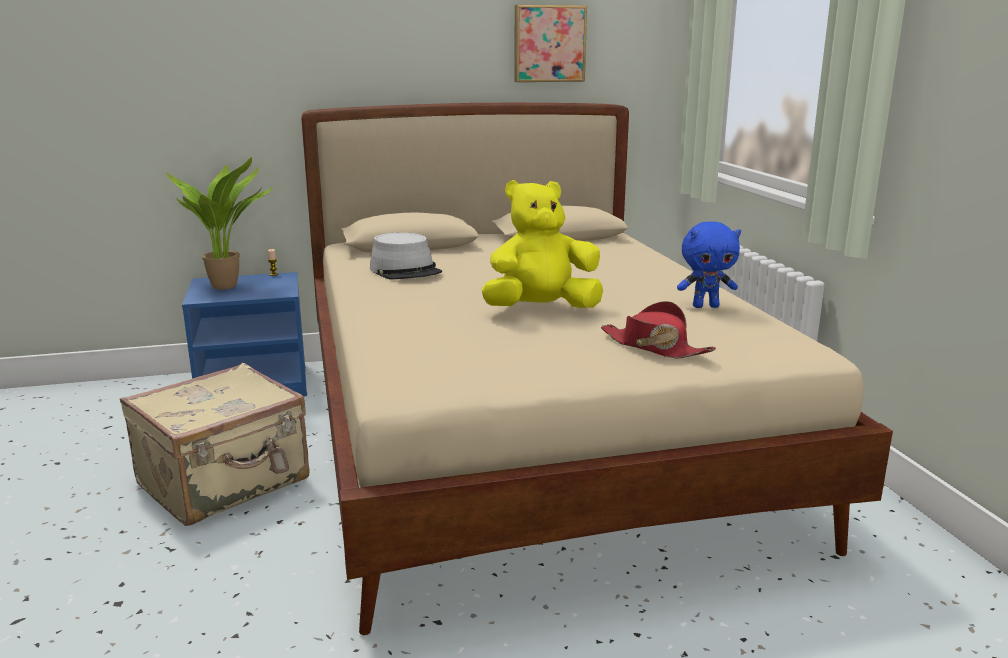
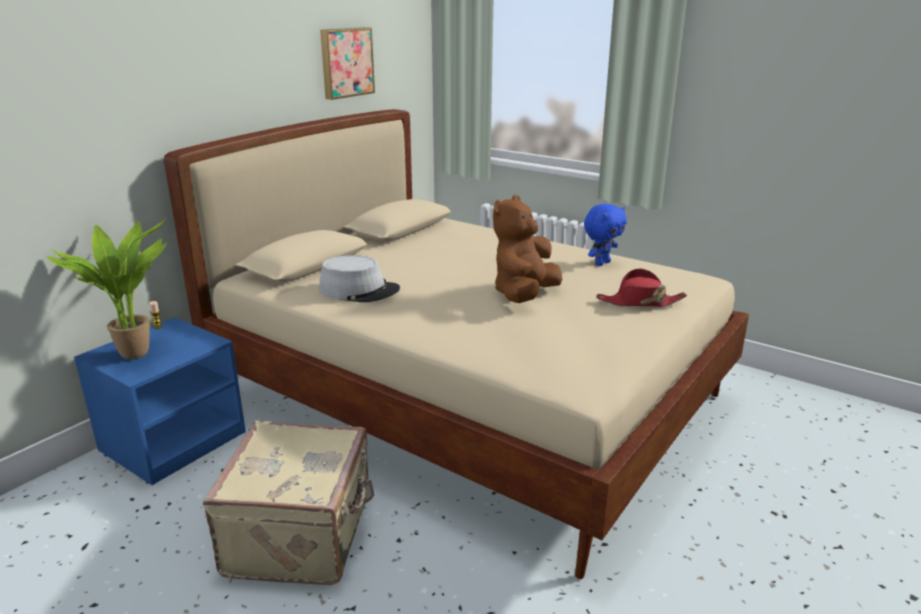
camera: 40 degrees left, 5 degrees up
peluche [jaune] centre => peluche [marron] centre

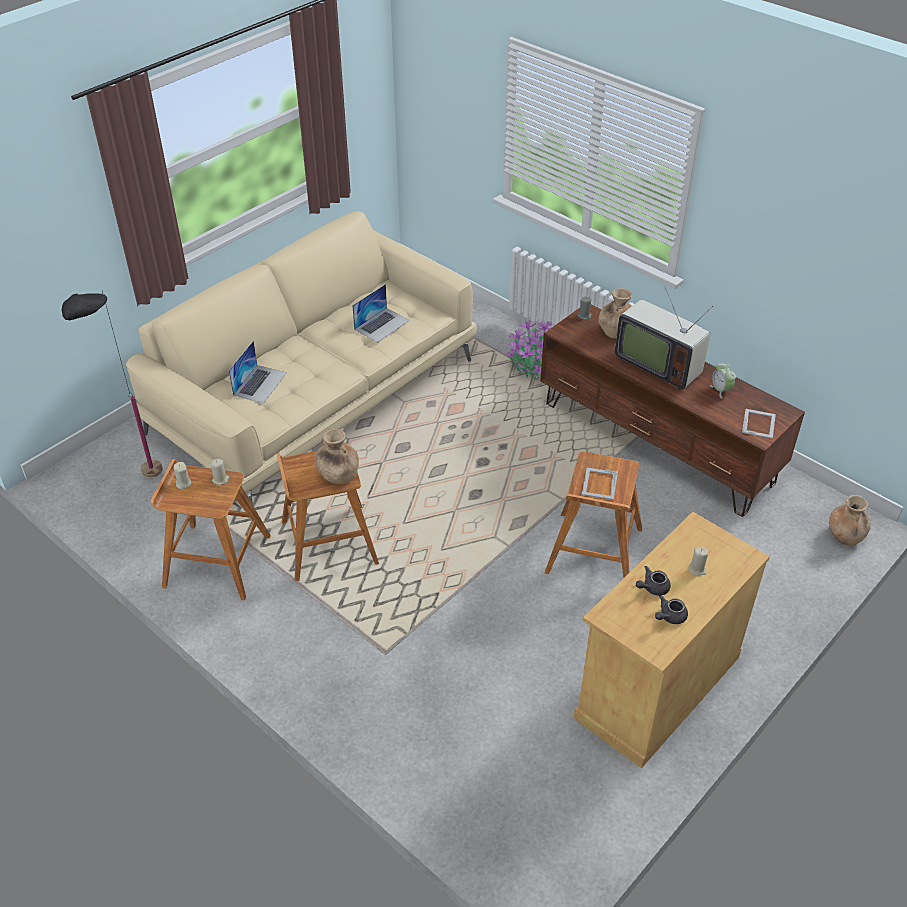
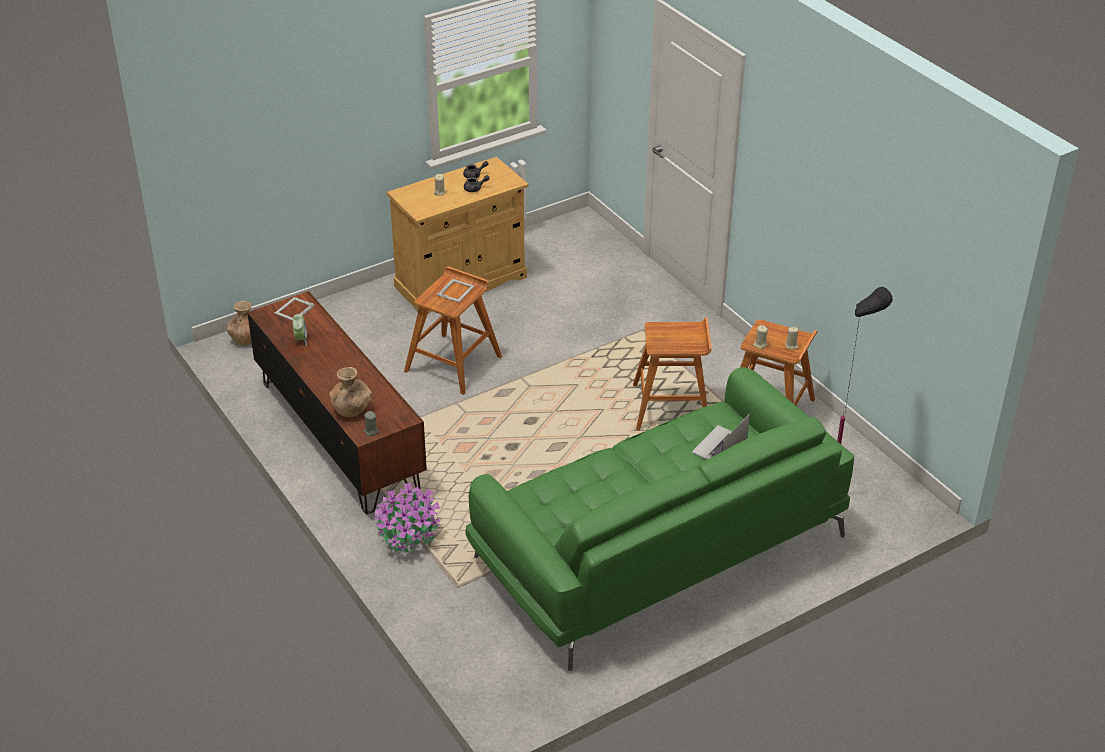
camera: 165 degrees left, 5 degrees down
canapé [beige] middle left => canapé [vert] bottom centre
vase [marron] (1st from left) centre => nothing
ordinateur portable (2nd from left) centre => nothing
téléviseur middle right => nothing

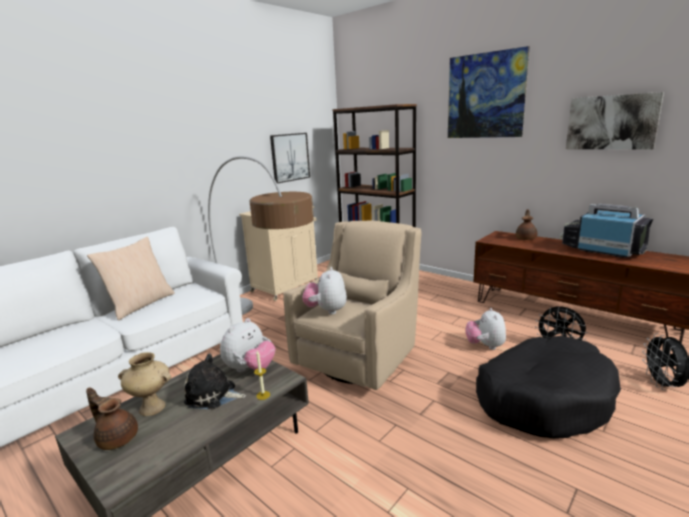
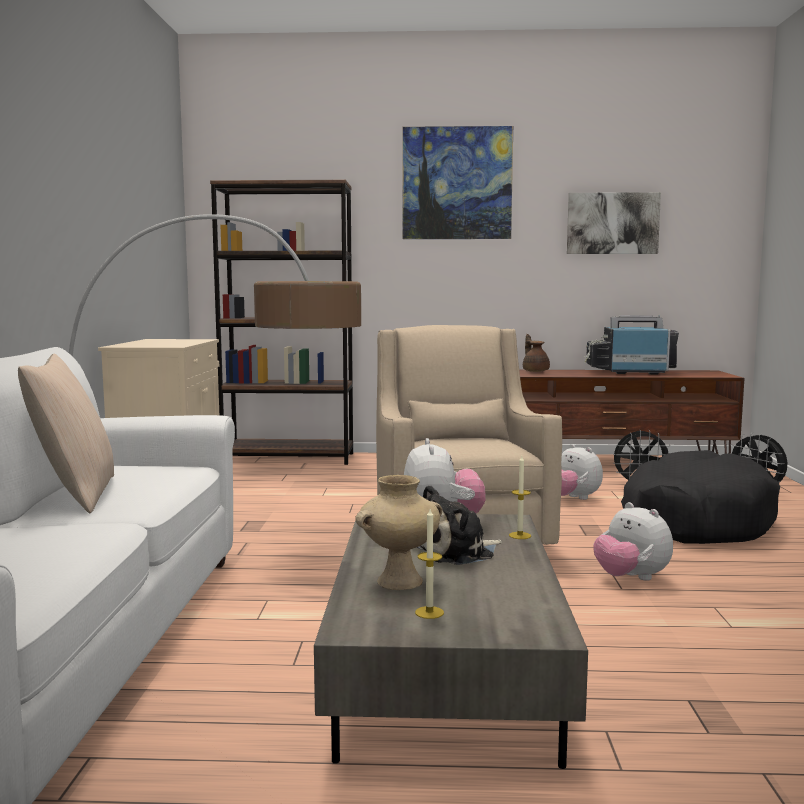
camera: 40 degrees left, 10 degrees down
théière [marron] (1st from left) bottom left => bougie (1st from left) bottom centre
tableau (1st from left) top centre => nothing
peluche (3rd from left in the first image) centre => peluche (4th from left) bottom right, moved

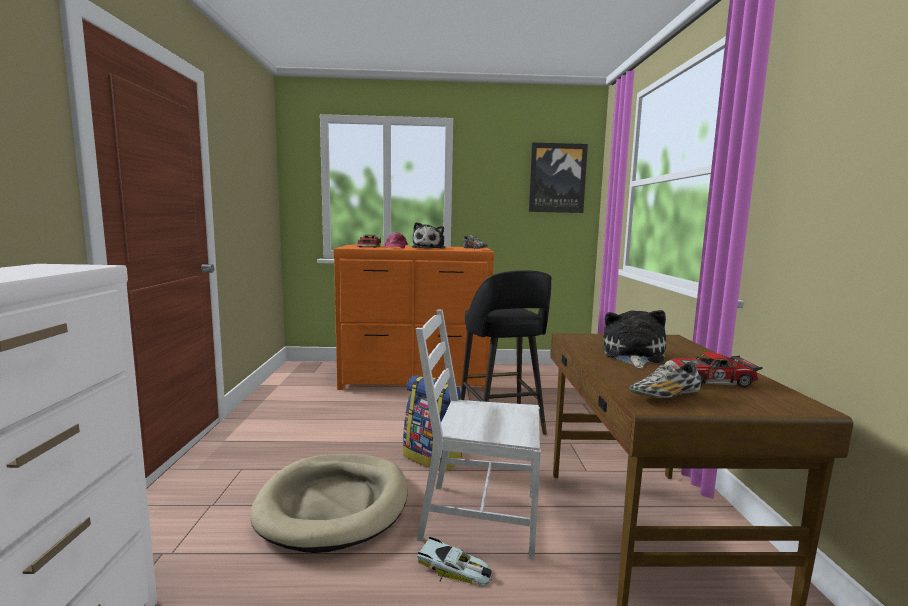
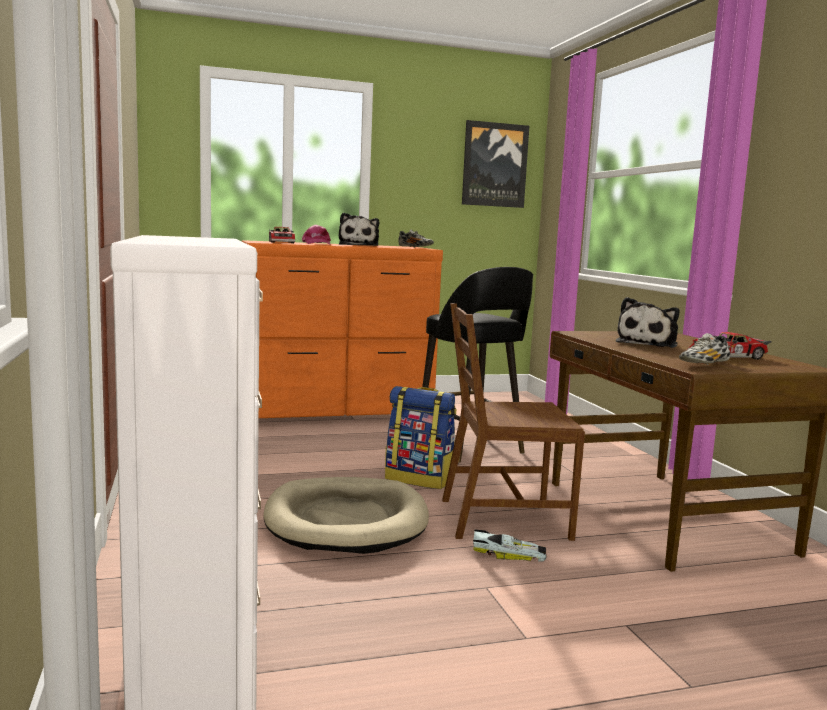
camera: 15 degrees left, 0 degrees up
chaise [blanc] bottom centre => chaise [marron] centre
peluche (2nd from left) middle right, 150 degrees counterclockwise

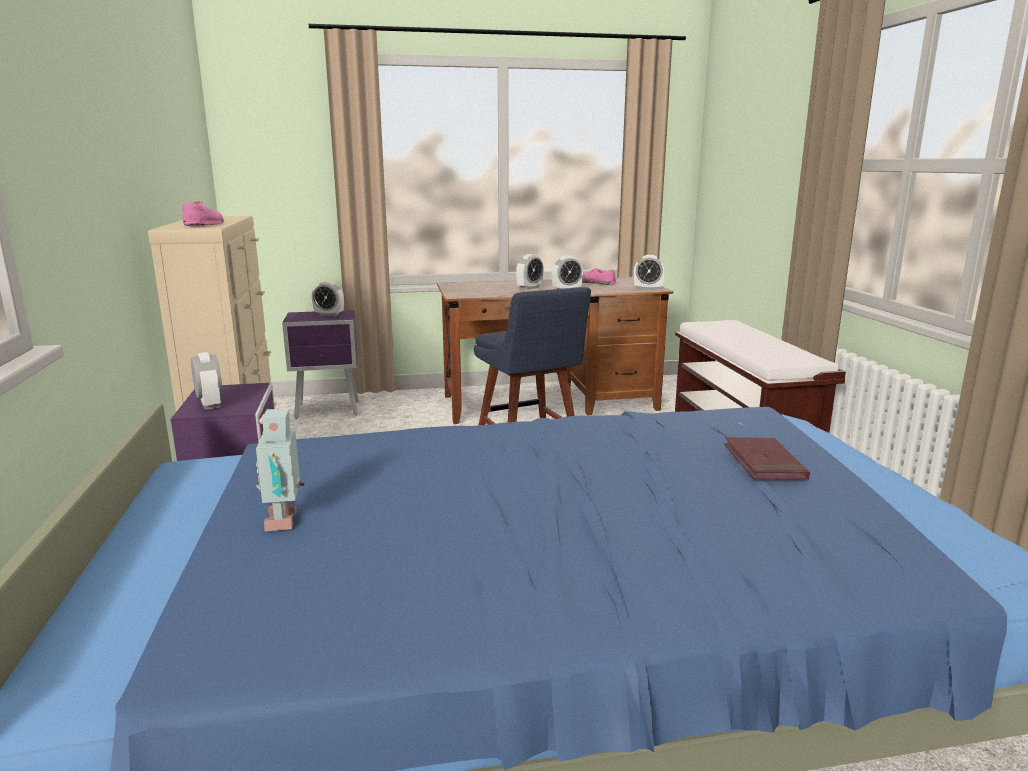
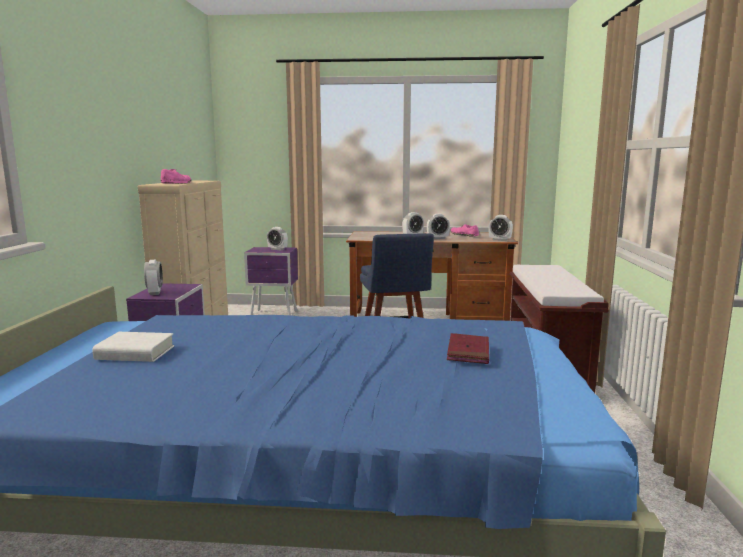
camera: 15 degrees right, 5 degrees down
robot jouet middle left => livre [blanc] middle left

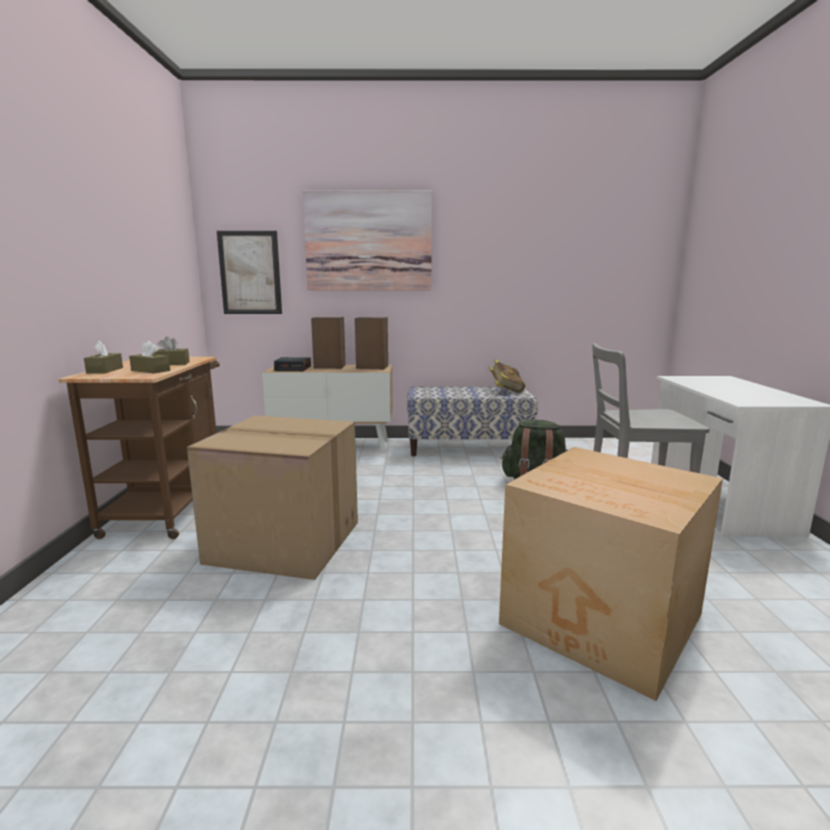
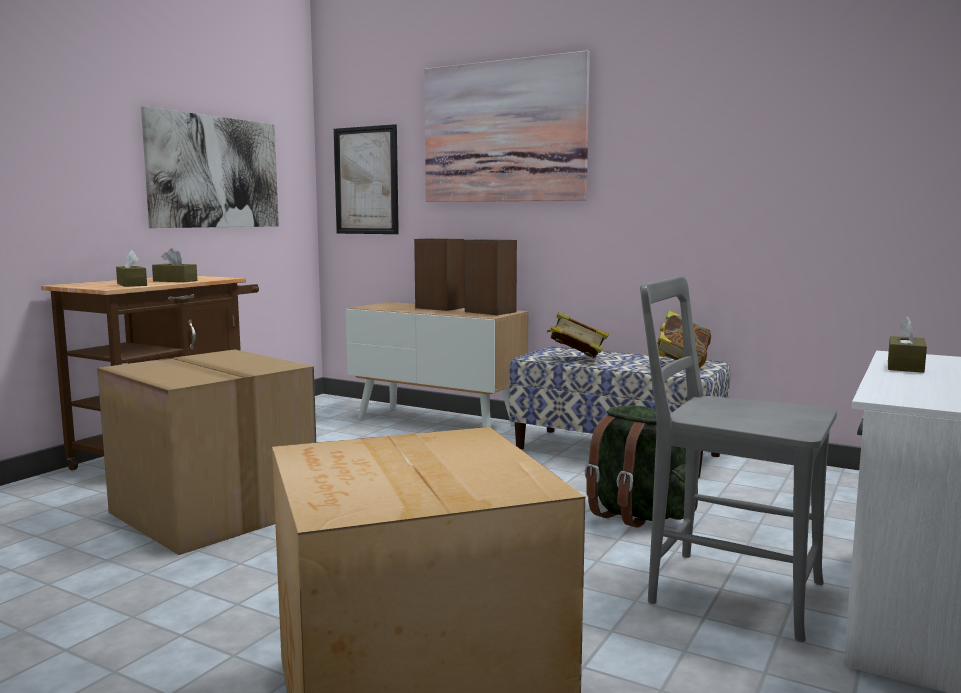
camera: 30 degrees right, 5 degrees down
boîte à mouchoirs [marron] (1st from left in the first image) middle left => boîte à mouchoirs [marron] (3rd from left) middle right, moved
réveil centre => nothing
nothing => tableau (1st from left) top left
nothing => livre (1st from left) centre

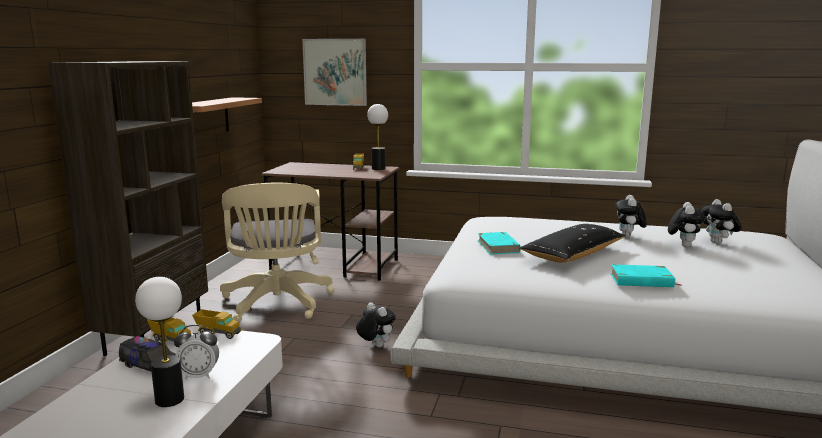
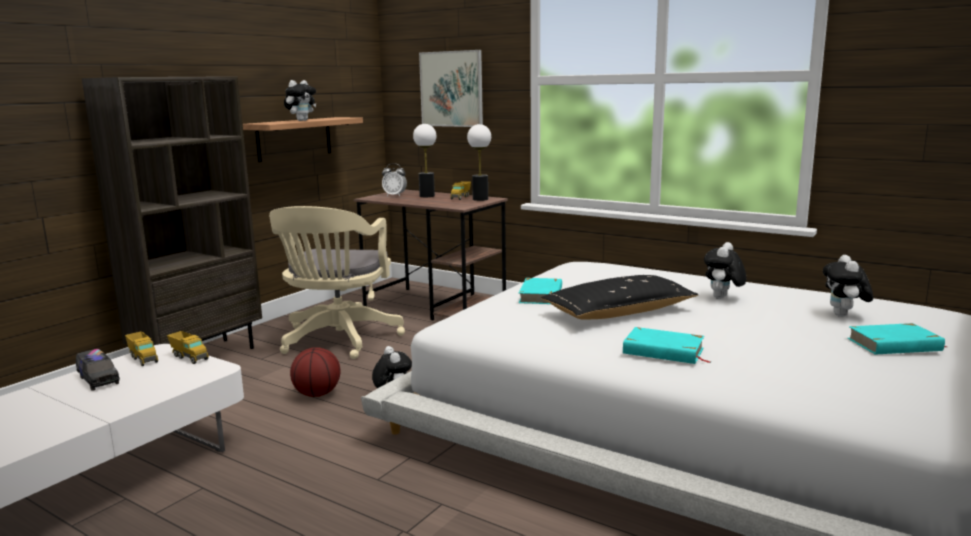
camera: 20 degrees right, 0 degrees up
lampe de table (1st from left) bottom left => lampe de table (1st from left) top centre, moved
réveil bottom left => réveil centre, moved
peluche (3rd from left in the first image) middle right => peluche (1st from left) top left, moved
nothing => ballon de basket bottom left
nothing => livre [turquoise] (3rd from left) middle right

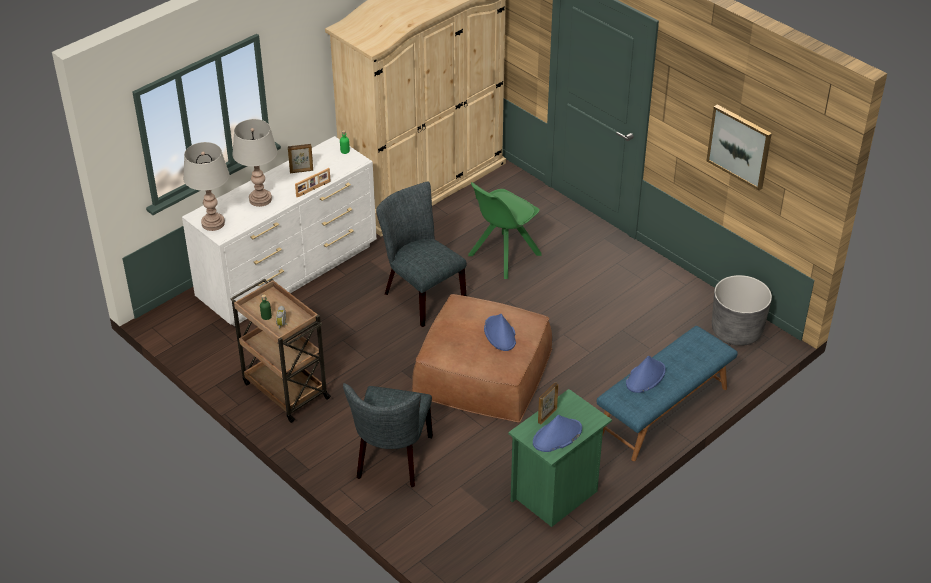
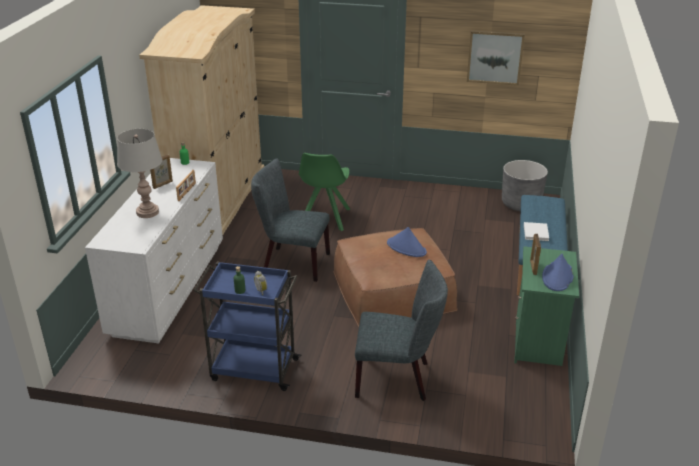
camera: 35 degrees left, 10 degrees down
lampe de table [gris] (1st from left) top left => nothing
chariot [marron] middle left => chariot [bleu] bottom centre
chaise [gris] (1st from left in the first image) bottom centre => chaise [gris] (2nd from left) bottom centre, 60 degrees counterclockwise
chapeau [bleu] (3rd from left) middle right => livre [blanc] middle right

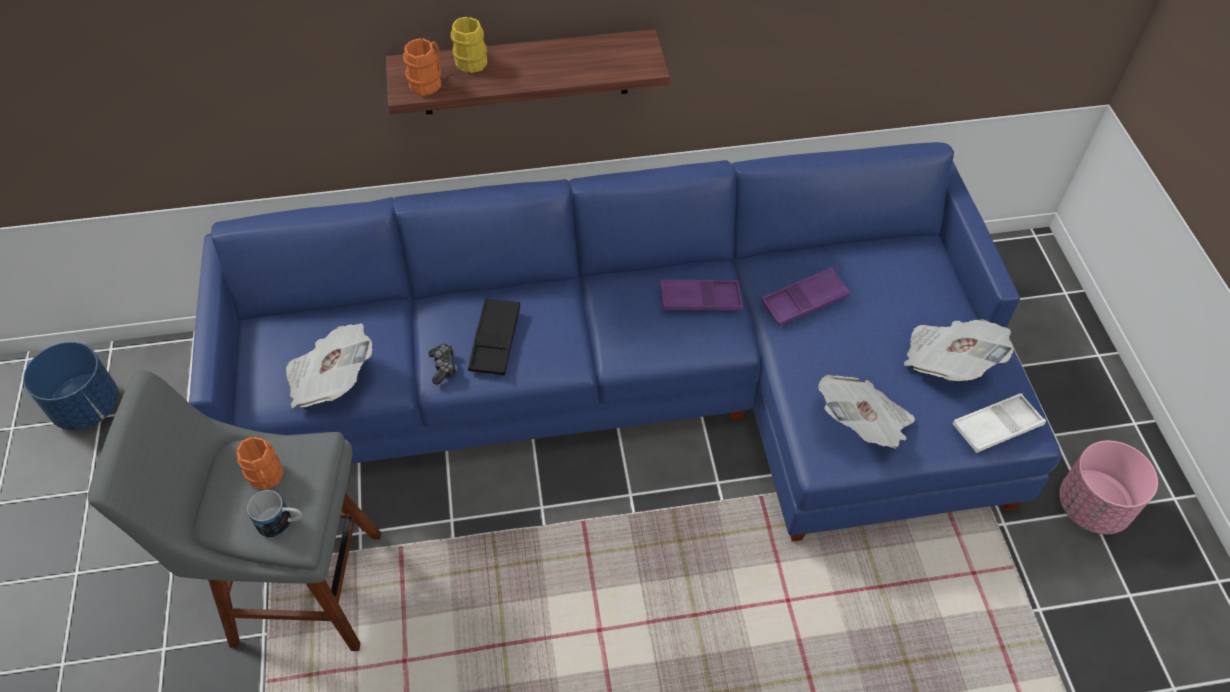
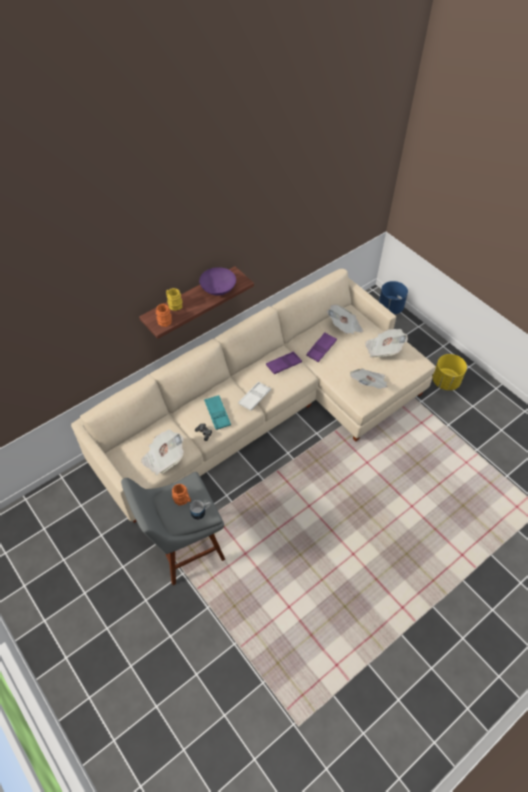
camera: 30 degrees left, 0 degrees up
cache-pot [bleu] middle left => cache-pot [bleu] middle right, moved
canapé [bleu] centre => canapé [beige] centre
plateau [noir] centre => plateau [turquoise] centre
plateau [blanc] middle right => plateau [blanc] centre, moved
cache-pot [rose] bottom right => cache-pot [jaune] middle right
nothing => bol [violet] centre
nothing => journal (2nd from left) centre

